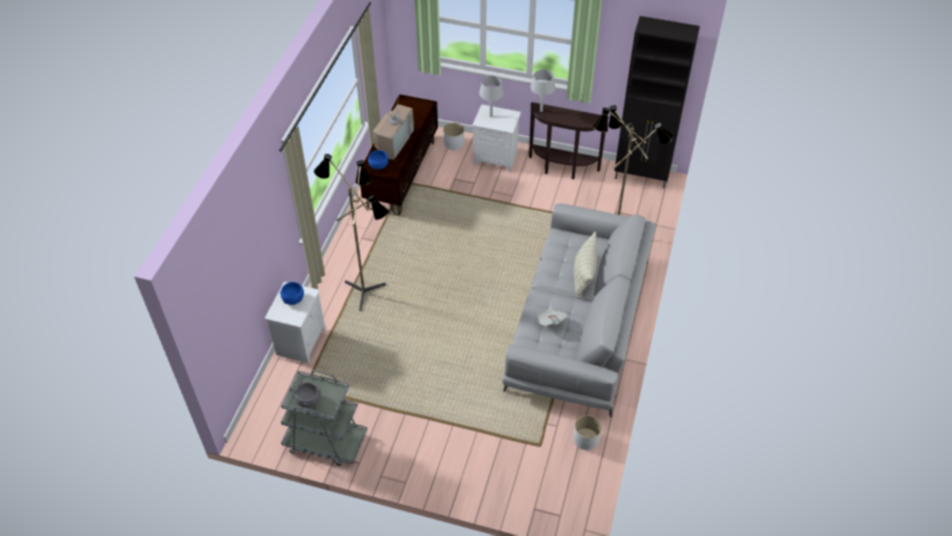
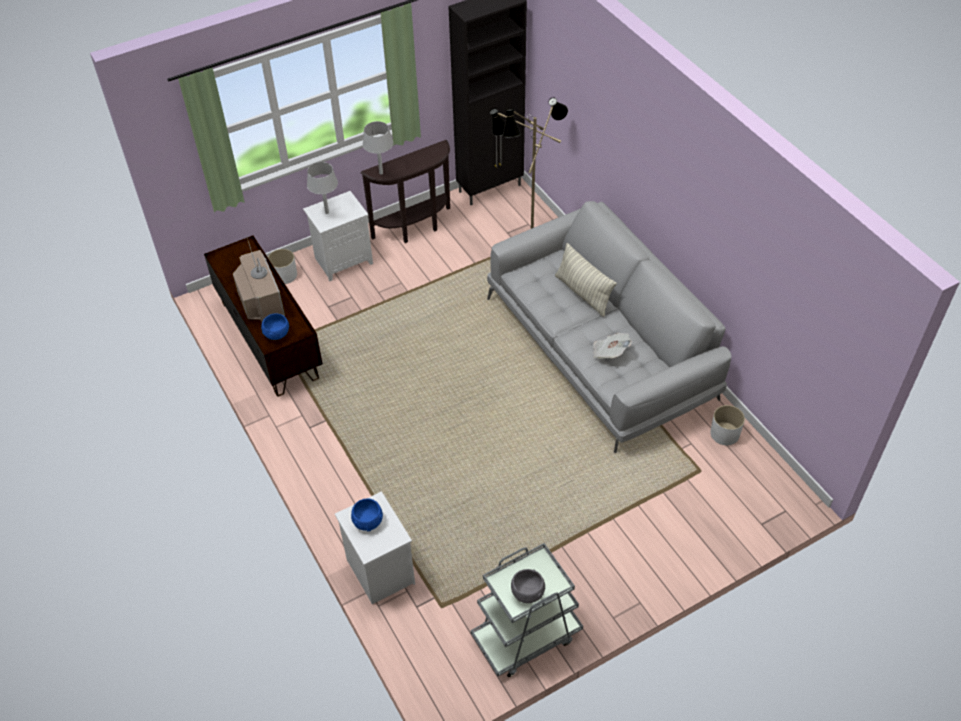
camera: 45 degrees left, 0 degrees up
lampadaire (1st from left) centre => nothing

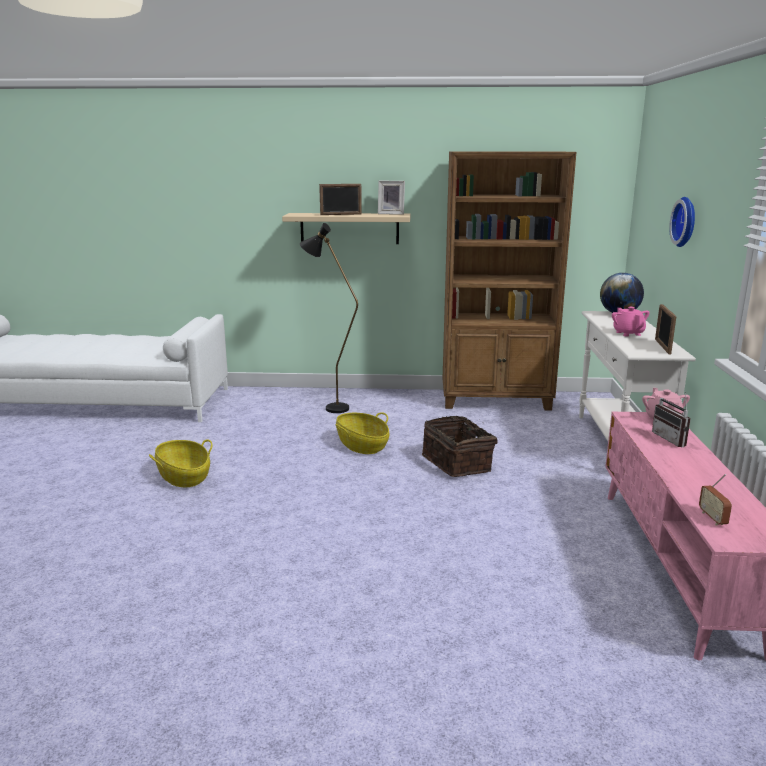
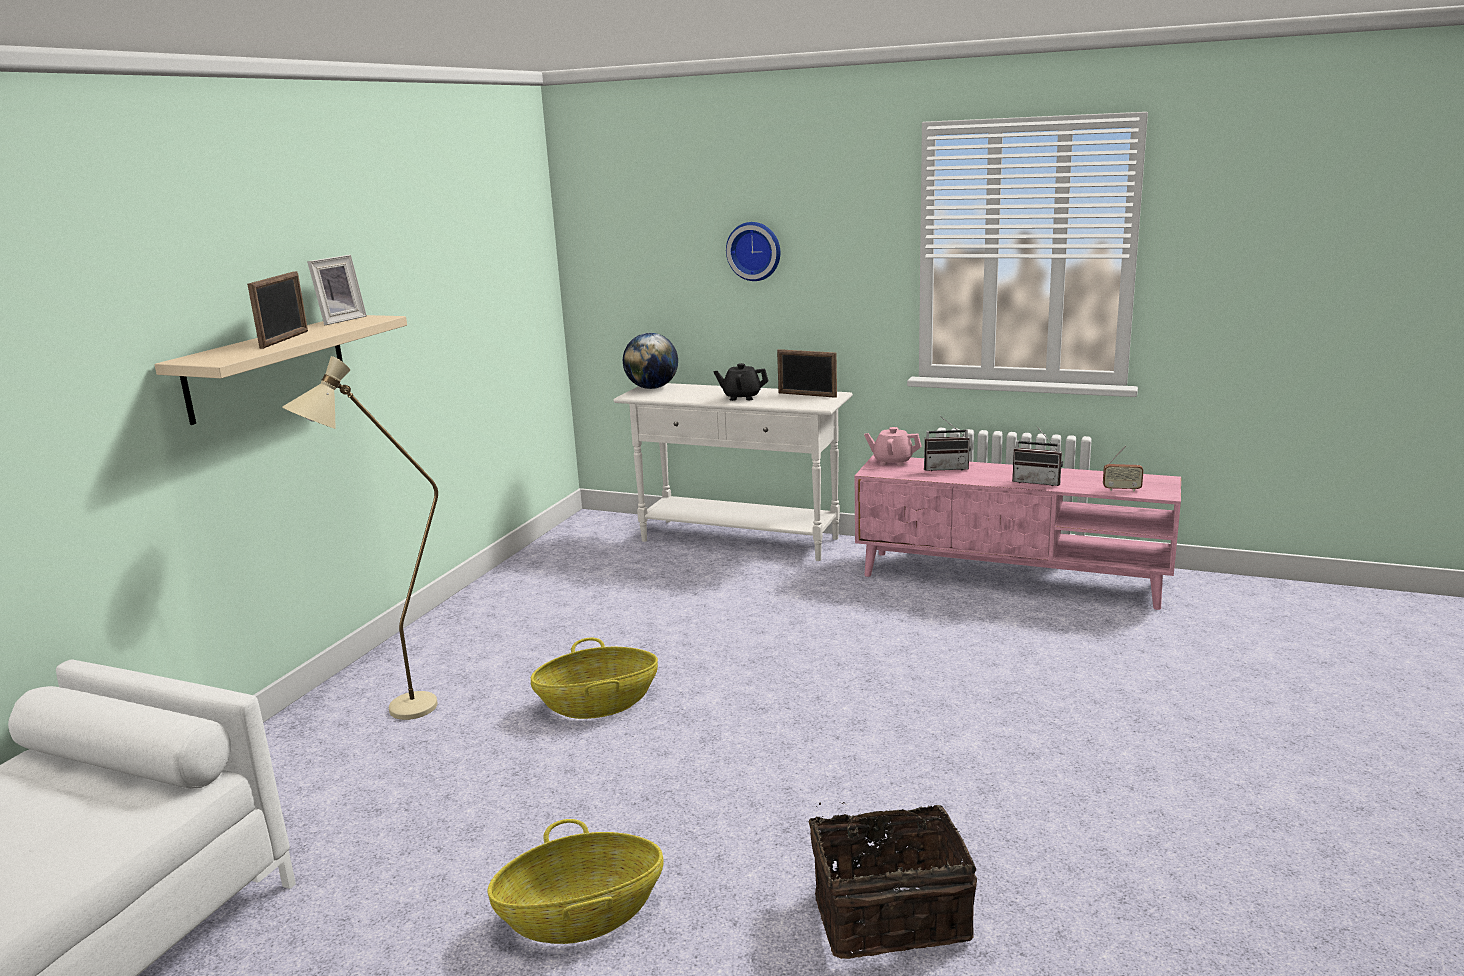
camera: 70 degrees left, 0 degrees up
lampadaire [noir] centre => lampadaire [beige] middle left
panier (3rd from left) centre => panier (3rd from left) bottom centre, moved
bibliothèque [marron] centre => nothing
théière [rose] (1st from left) middle right => théière [noir] centre
nothing => radio (2nd from left) middle right

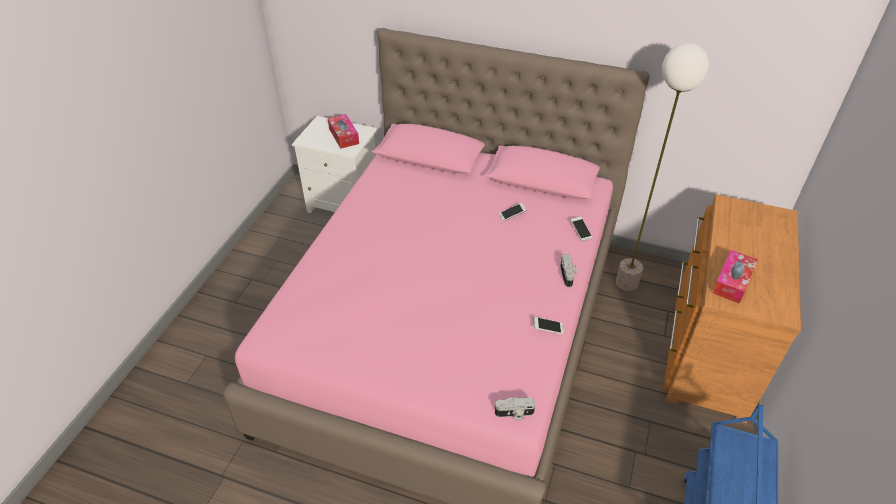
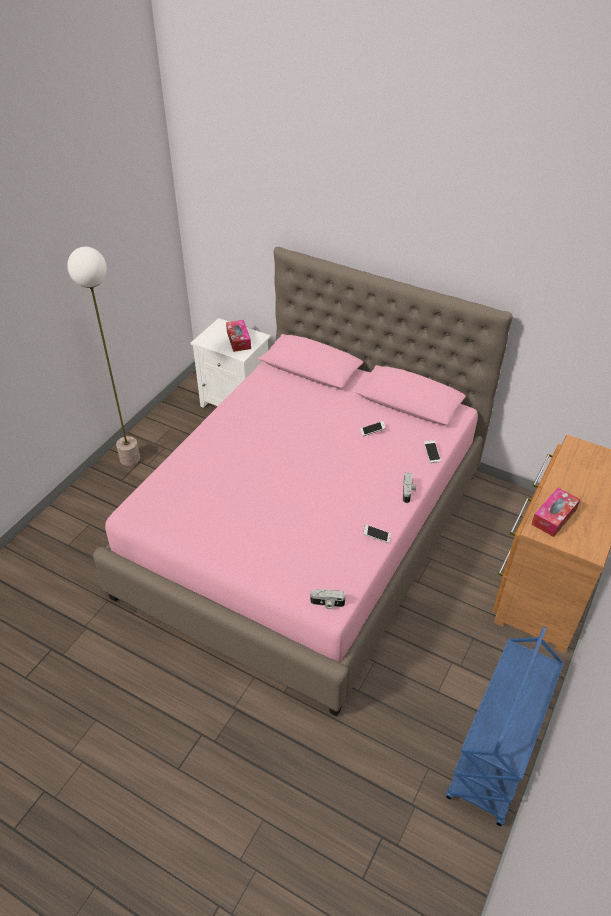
camera: 10 degrees right, 0 degrees up
lampadaire top right => lampadaire middle left, moved

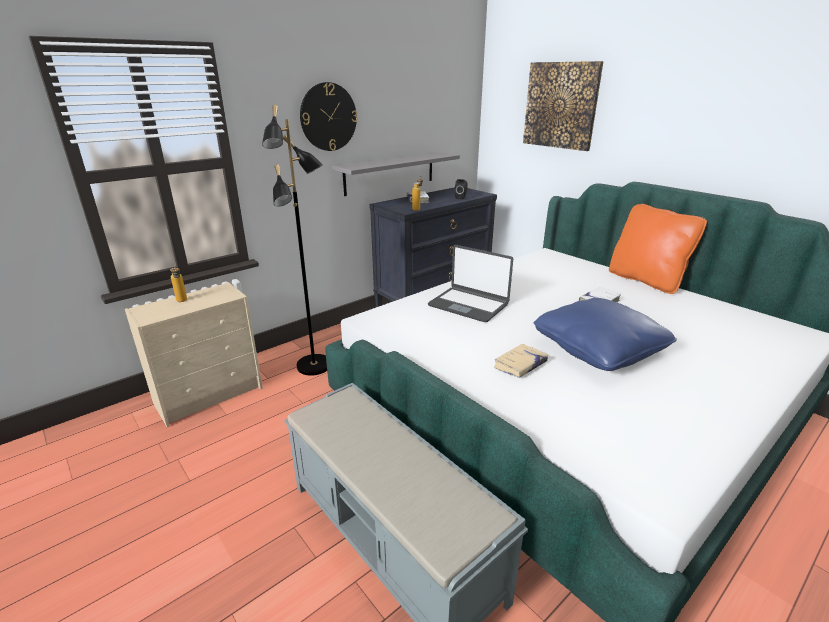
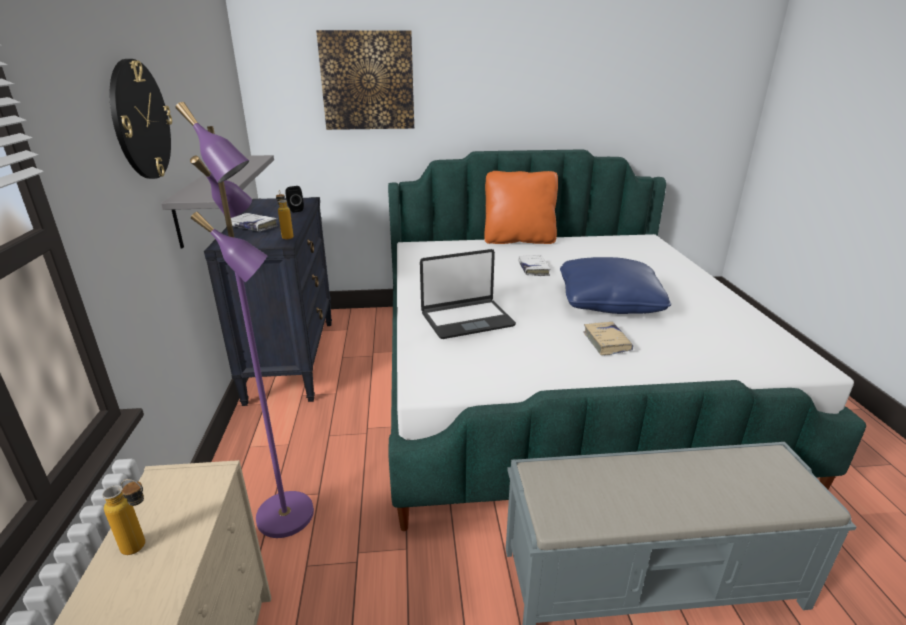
camera: 55 degrees left, 0 degrees up
lampadaire [noir] centre => lampadaire [violet] middle left

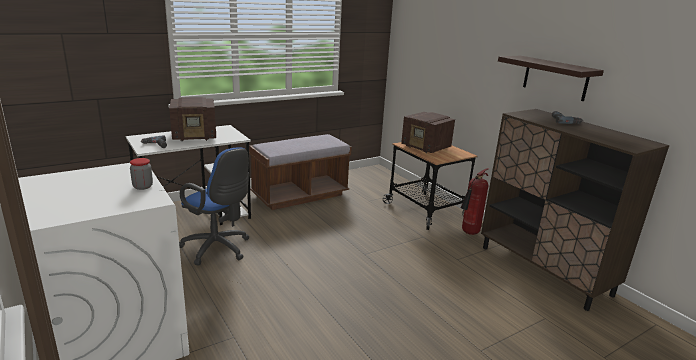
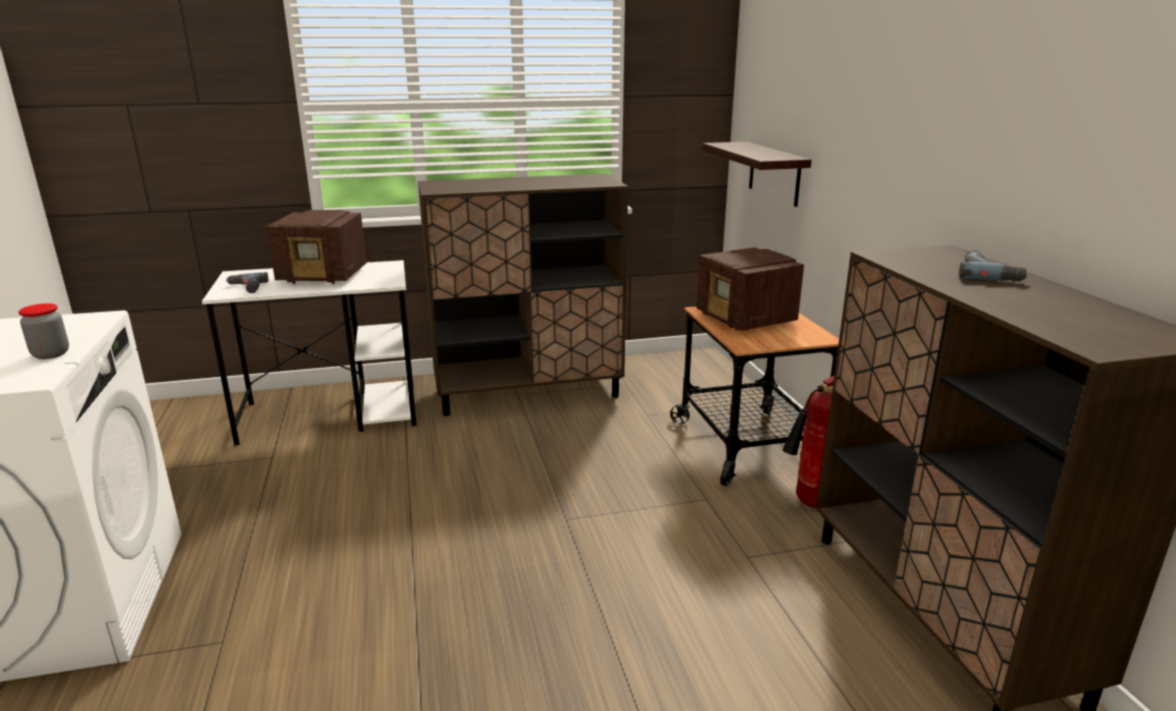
camera: 20 degrees right, 0 degrees up
chaise de bureau [bleu] middle left => nothing
banc [marron] centre => meuble de rangement [marron] (1st from left) centre
étagère top right => étagère top centre, moved

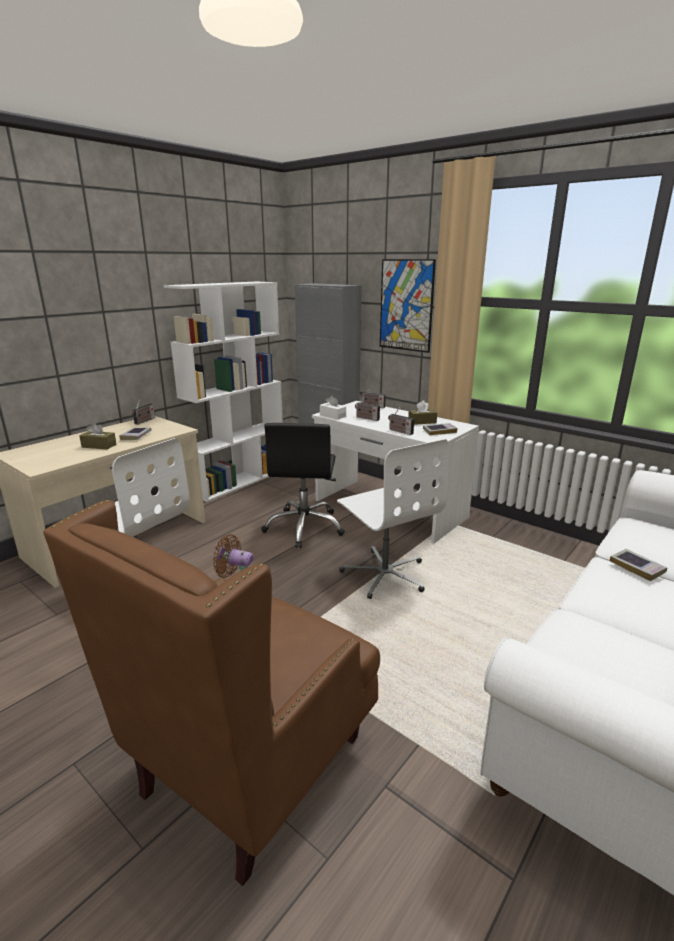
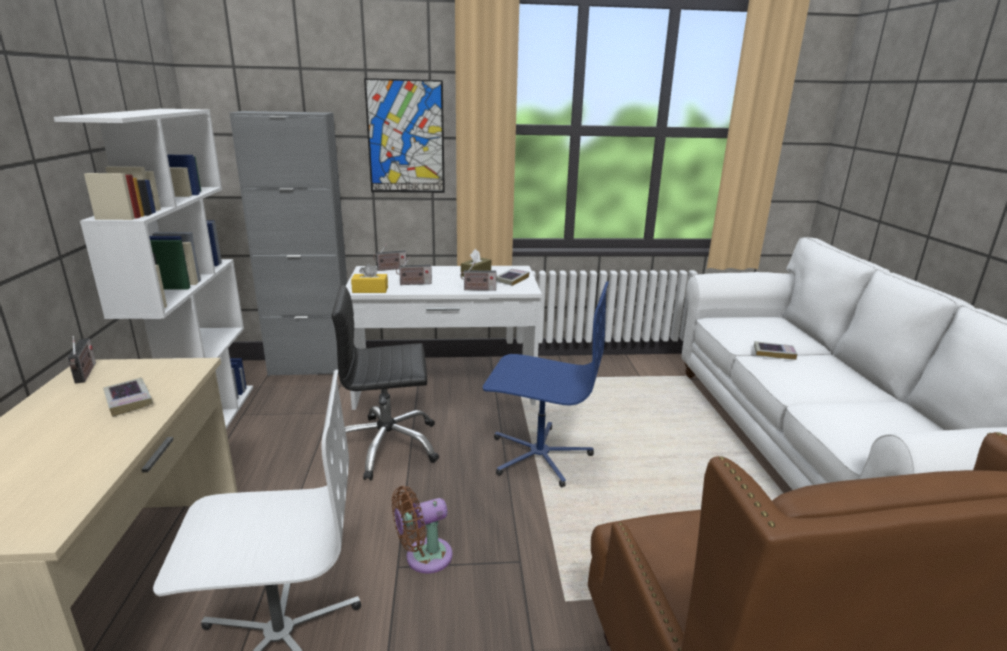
camera: 45 degrees left, 0 degrees up
boîte à mouchoirs [marron] (1st from left) middle left => nothing
chaise de bureau [noir] centre, 120 degrees clockwise
boîte à mouchoirs [blanc] centre => boîte à mouchoirs [jaune] centre
chaise de bureau [blanc] (2nd from left) centre => chaise de bureau [bleu] centre

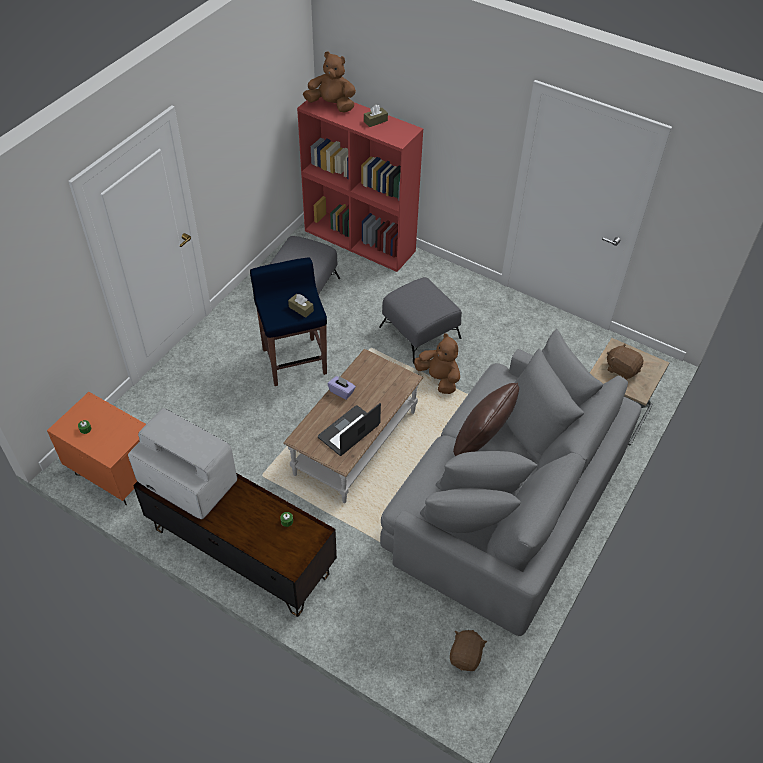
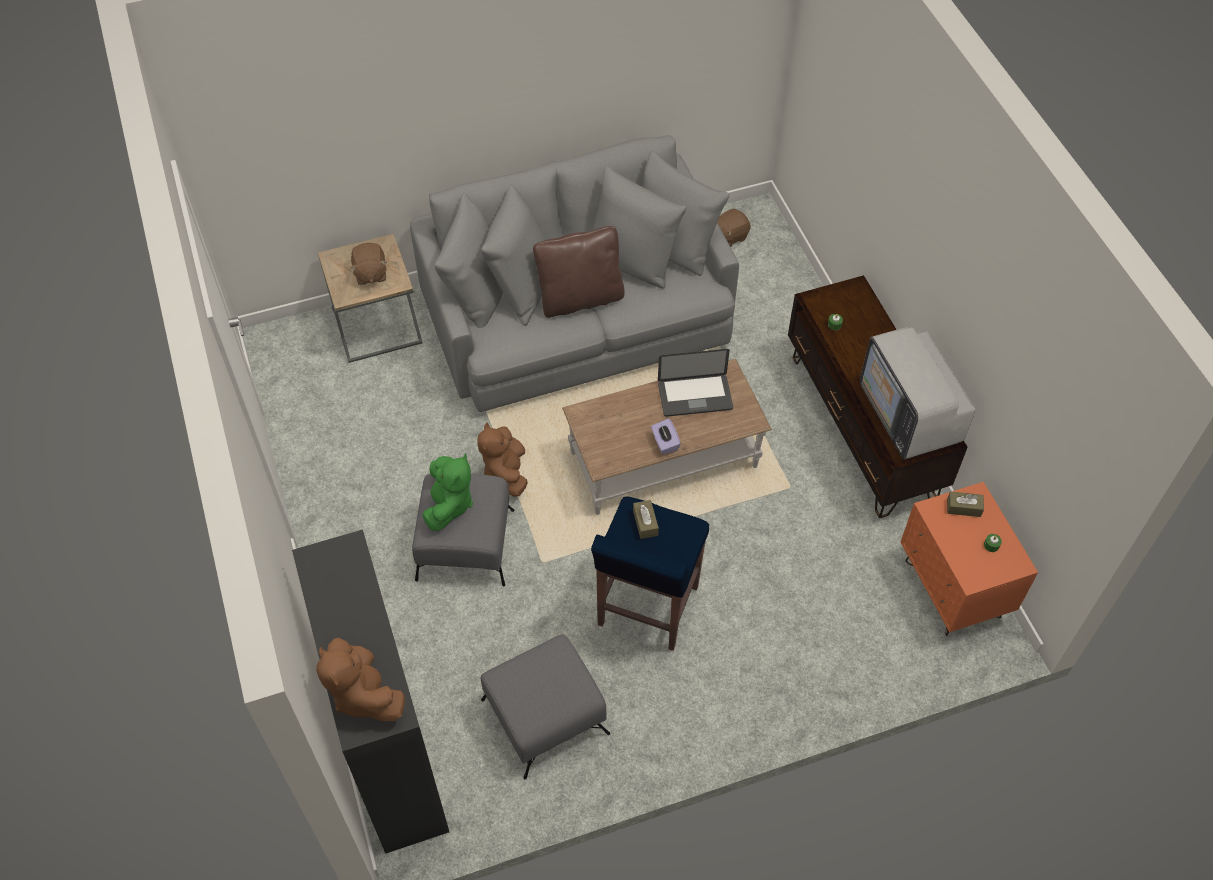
camera: 140 degrees left, 5 degrees up
bibliothèque [rouge] top centre => bibliothèque [noir] bottom left
boîte à mouchoirs [marron] (2nd from left) top centre => boîte à mouchoirs [marron] (2nd from left) middle right, moved
nothing => peluche [vert] centre

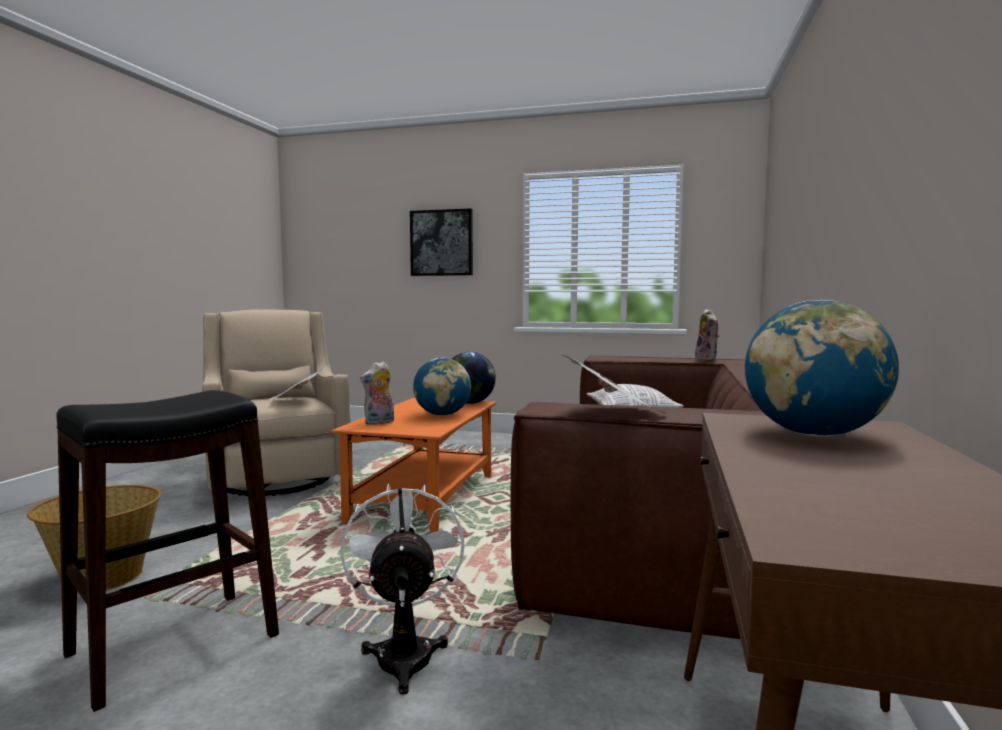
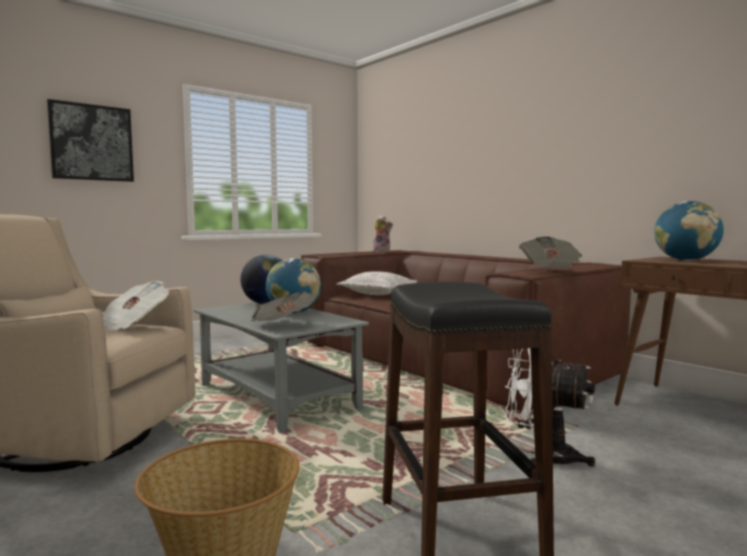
camera: 55 degrees left, 0 degrees up
table basse [orange] centre => table basse [gris] centre
peluche (1st from left) centre => journal (2nd from left) centre

